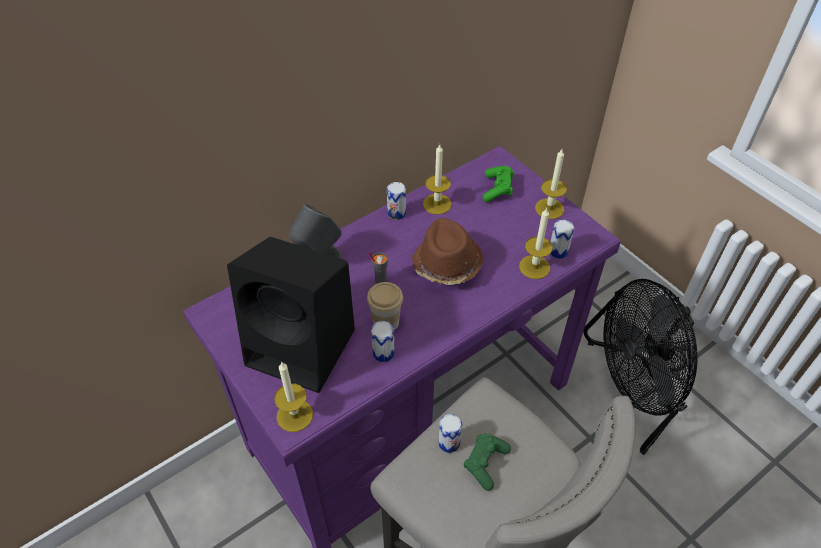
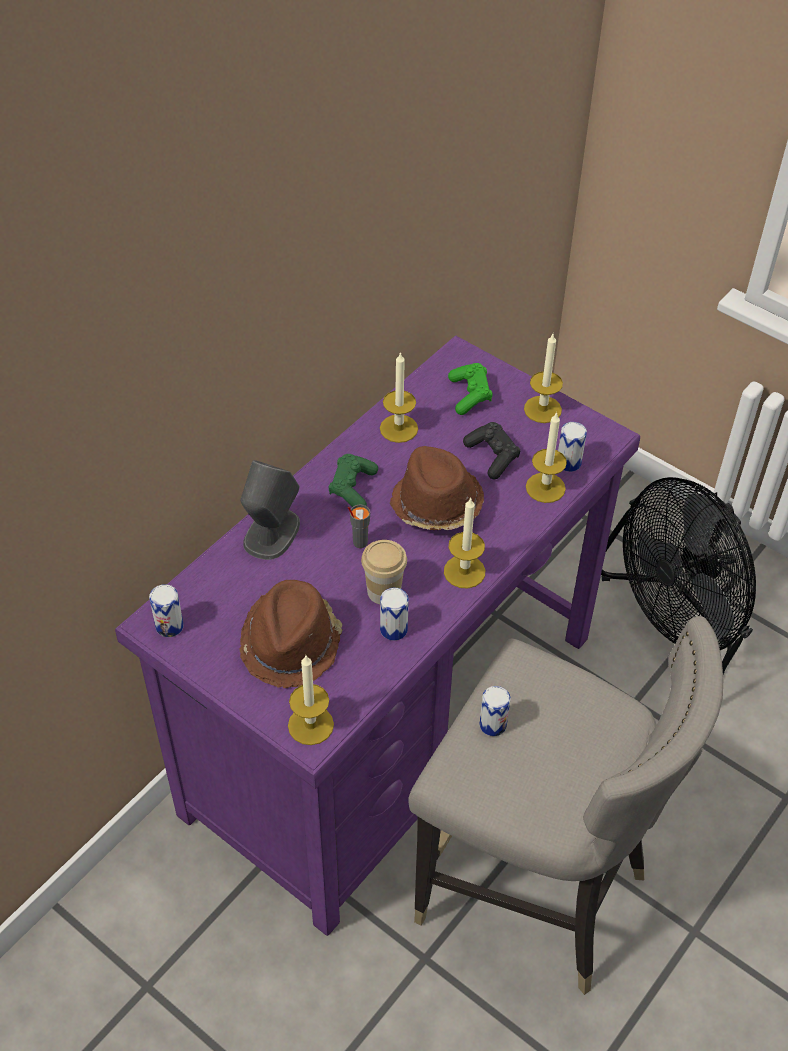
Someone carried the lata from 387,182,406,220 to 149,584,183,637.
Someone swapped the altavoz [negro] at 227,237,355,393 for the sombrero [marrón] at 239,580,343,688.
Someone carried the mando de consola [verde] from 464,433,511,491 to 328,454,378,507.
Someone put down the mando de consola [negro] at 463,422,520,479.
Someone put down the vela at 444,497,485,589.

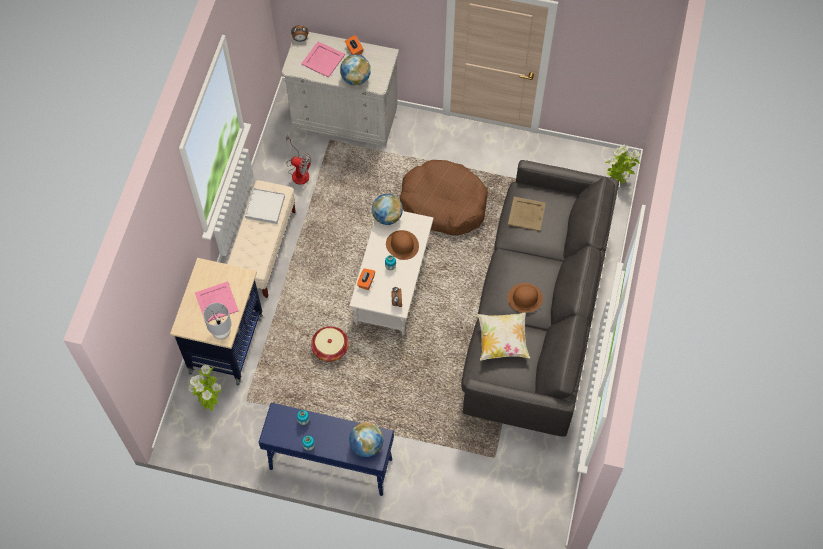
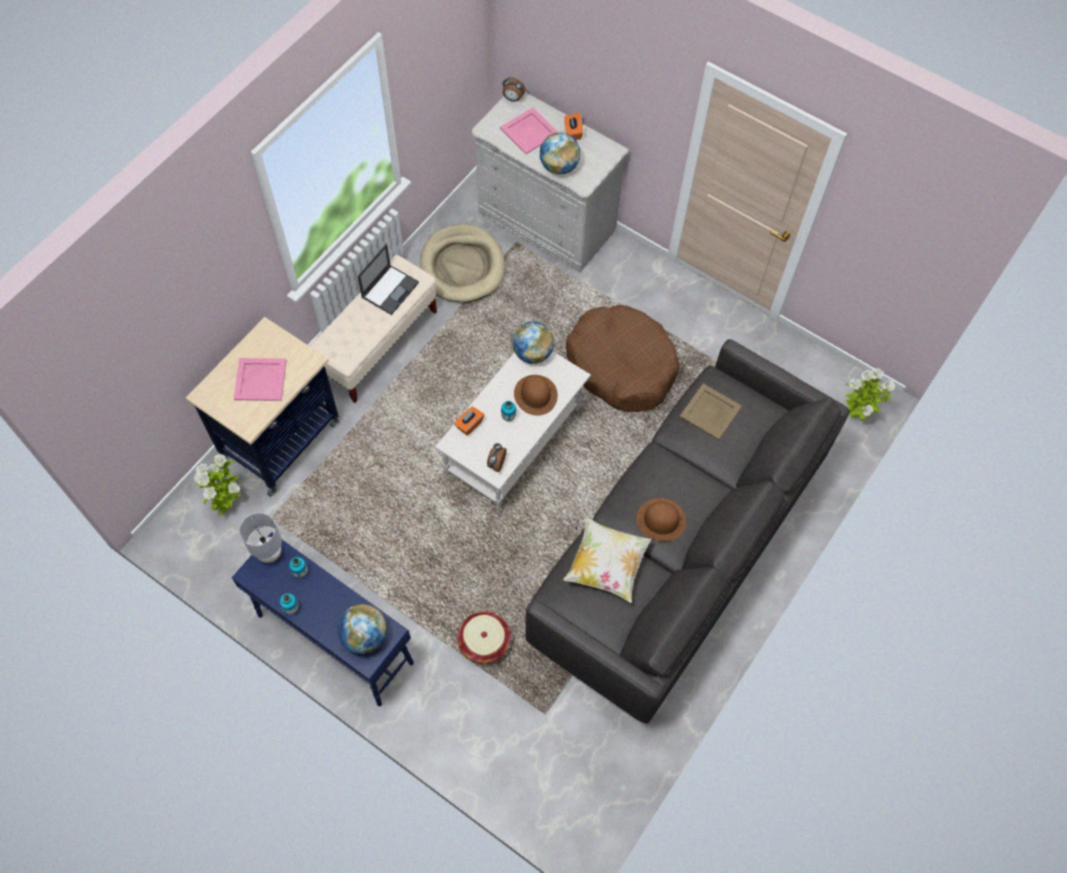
Someone swapped the ventilador at 286,134,311,185 for the cama para perro [beis] at 420,224,505,302.
Someone swapped the bandeja [blanco] at 245,188,285,224 for the portátil at 357,244,419,315.
Someone carried the lámpara de mesa [gris] from 203,303,232,340 to 239,513,282,563.
Someone carried the cesta from 311,326,349,362 to 458,611,511,664.

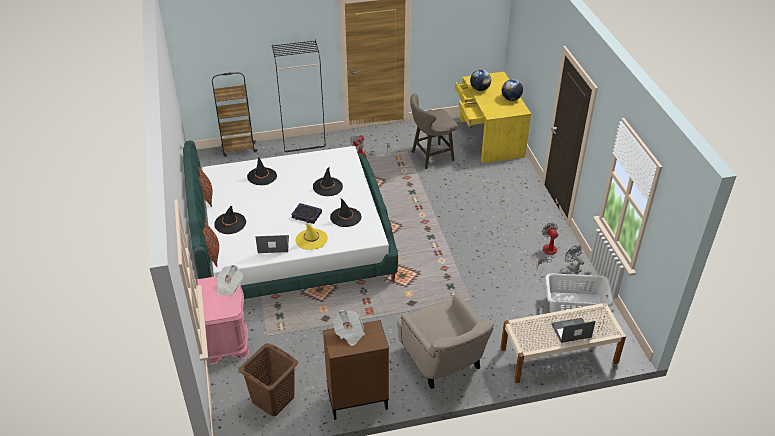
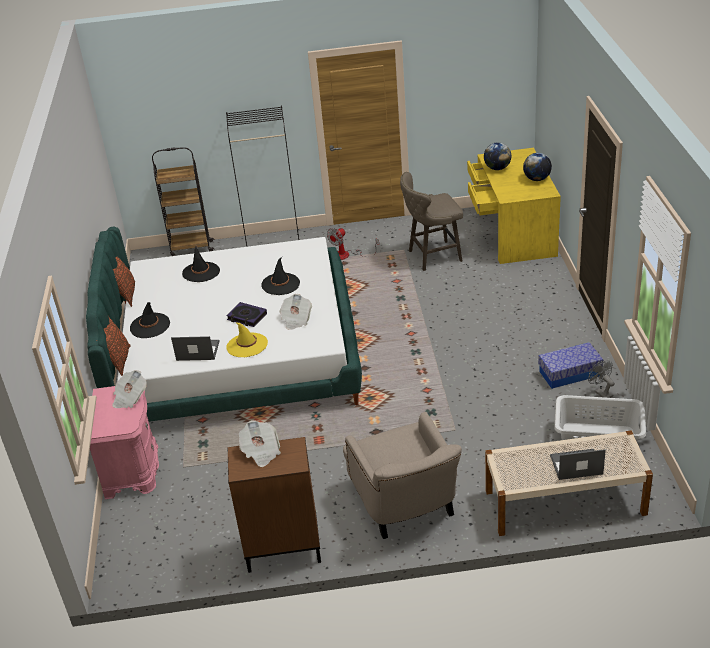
Someone swapped the sombrero [negro] at 330,197,362,227 for the periódico at 279,294,312,330.
Someone swapped the ventilador at 536,222,558,267 for the caja de almacenaje at 538,342,603,389.
Someone took away the cesto de la ropa [marrón] at 238,343,298,416.

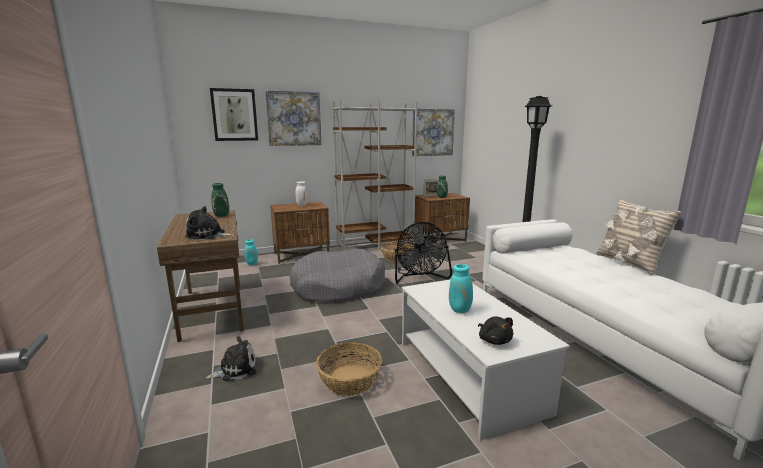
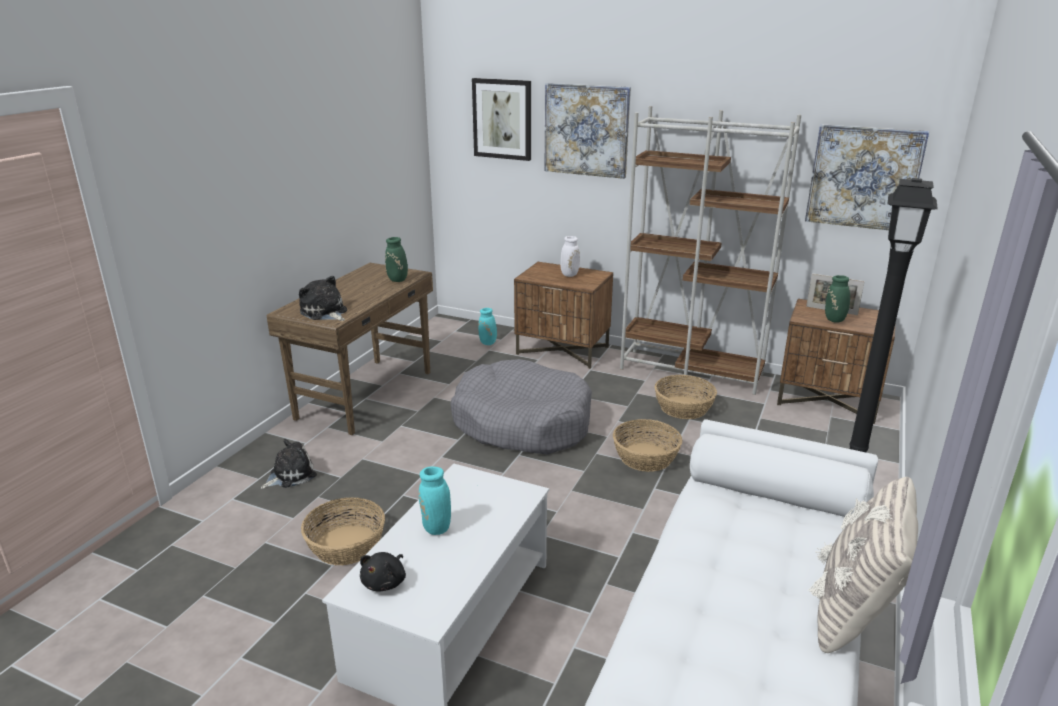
Someone swapped the ventilador [negro] at 395,222,452,285 for the cesta at 613,419,682,472.
Someone rotated the peluche at 205,336,256,381 by 60 degrees counterclockwise.

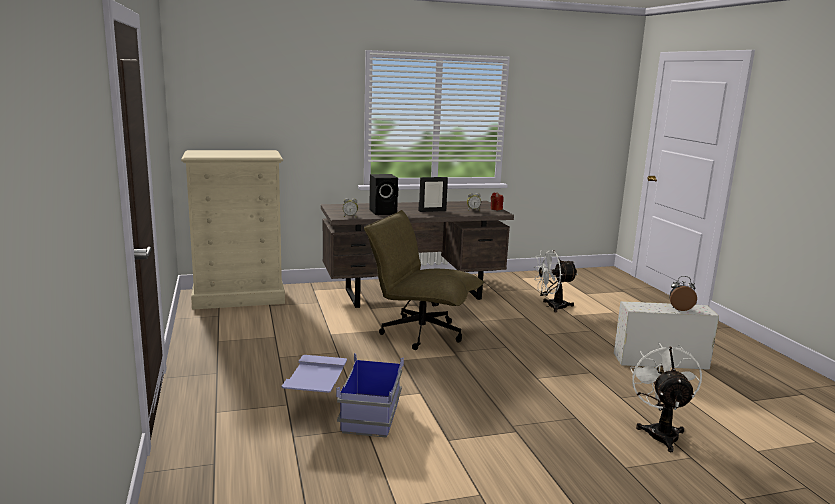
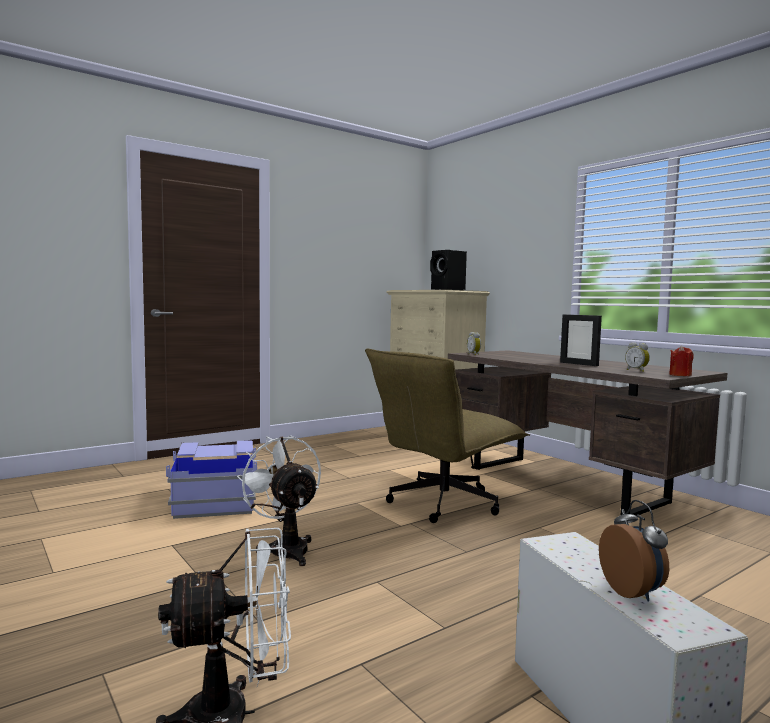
Someone carried the altavoz [negro] from 369,174,398,215 to 430,250,467,290.
Someone rotated the silla de oficina [beis] at 364,210,484,350 by 135 degrees counterclockwise.
Someone carried the ventilador [blanco] from 534,250,578,312 to 237,435,321,566.

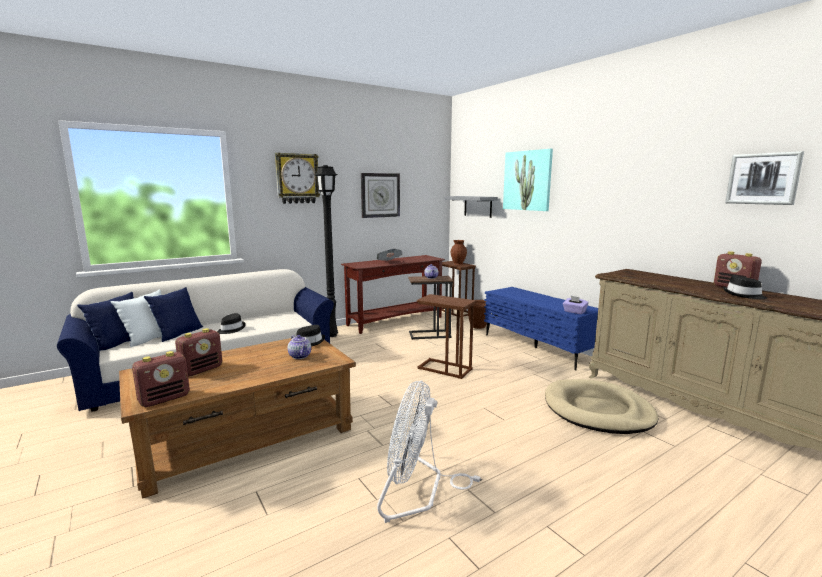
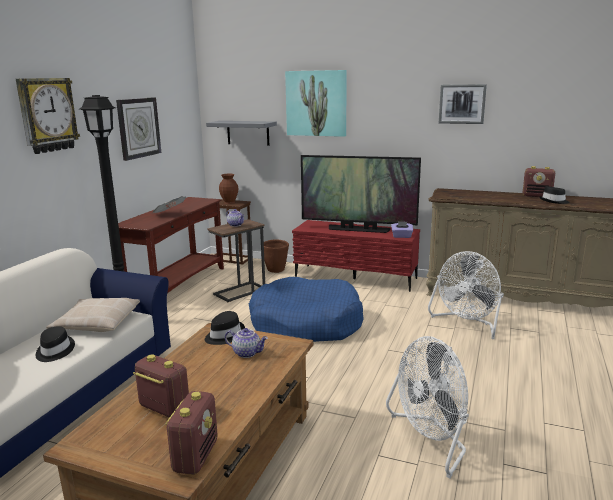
Someone carried the cuadro from 725,151,804,205 to 439,84,487,124.
Someone repainted the mueble de televisión [azul] at 484,287,598,370, which became the mueble de televisión [rojo] at 292,220,420,292.
Someone swapped the mesa auxiliar [marrón] at 417,294,476,379 for the cama para perro [azul] at 249,277,364,342.
Someone rotated the radio at 175,328,222,376 by 60 degrees counterclockwise.
Someone swapped the cama para perro [beis] at 545,379,658,434 for the ventilador [blanco] at 428,251,504,339.
Someone put down the televisor at 301,155,421,233.
Someone put down the cojín [beis] at 46,298,140,332.

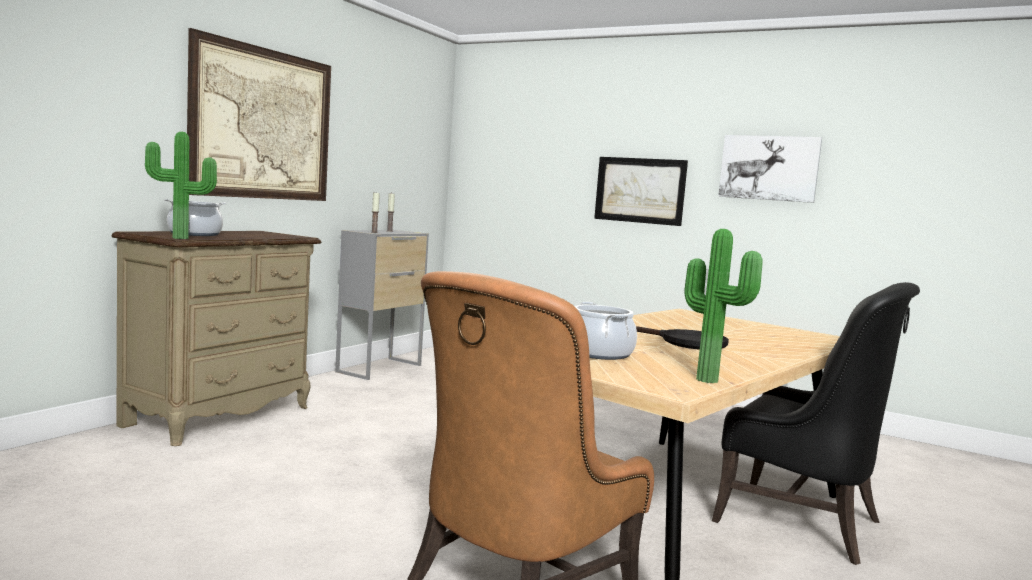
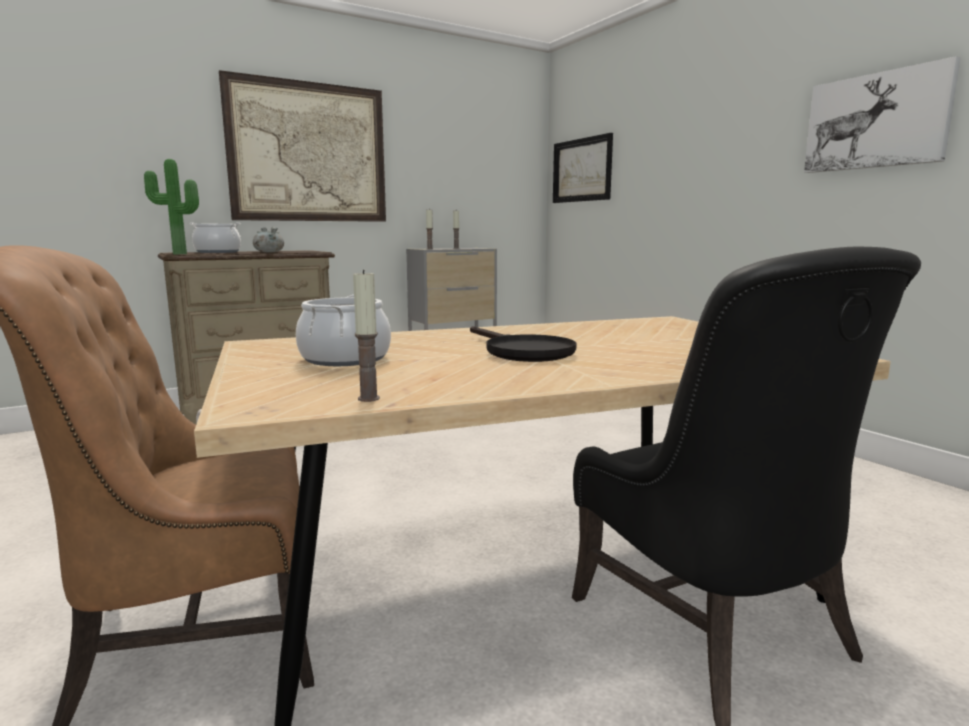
Someone carried the cuadro from 594,157,688,226 to 553,133,613,203.
Someone swapped the planta en maceta at 684,229,762,383 for the vela at 353,270,380,402.
Someone put down the olla [gris] at 253,227,284,252.

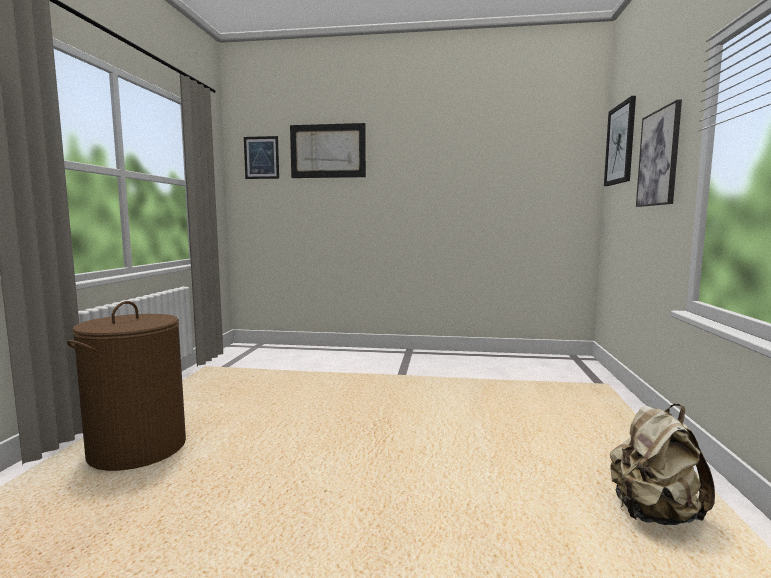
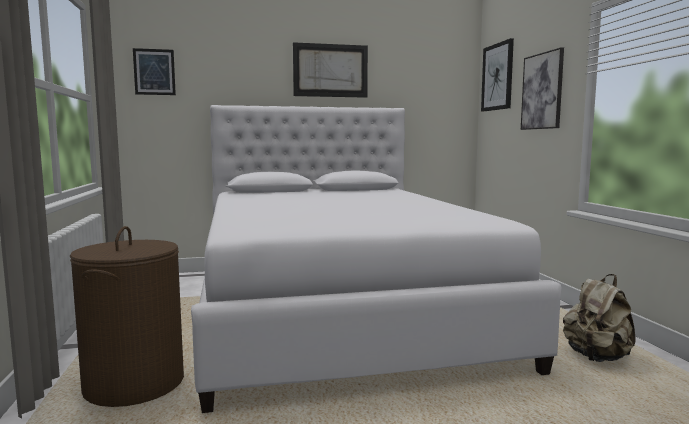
Someone carried the cuadro from 290,123,366,178 to 293,42,368,98.
Someone put down the cama [blanco] at 191,105,562,413.

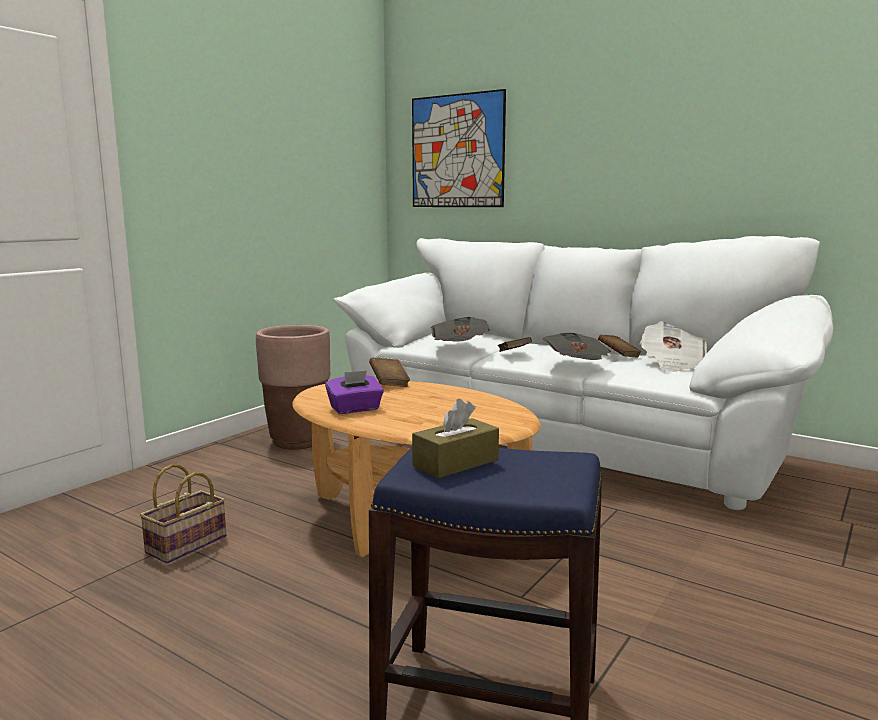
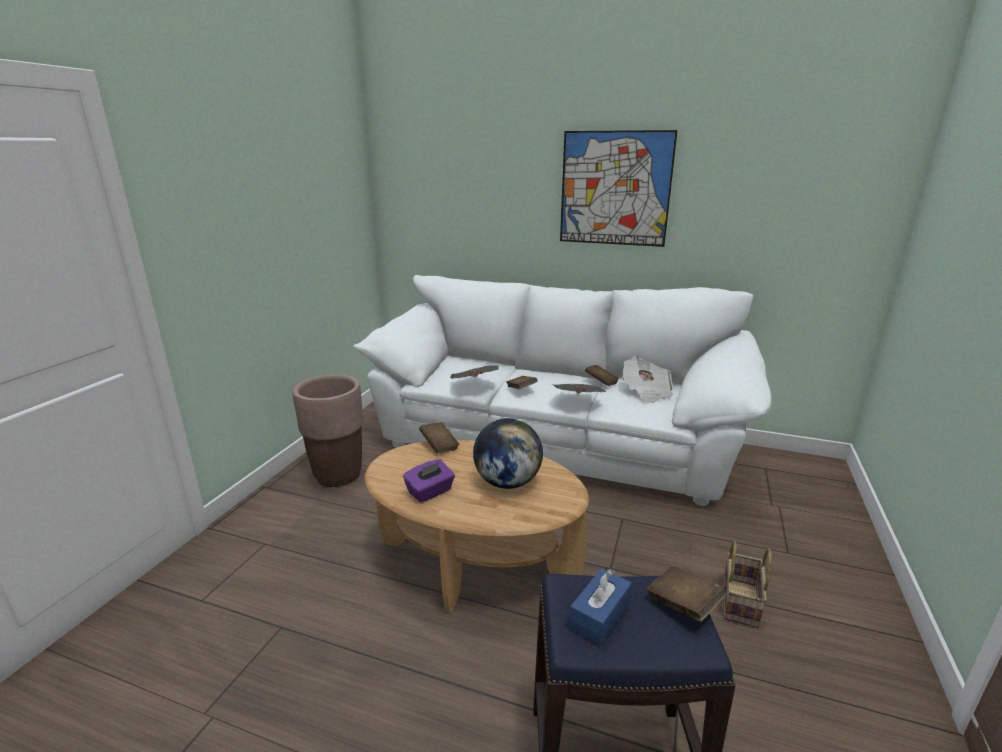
Someone carried the cuadro from 412,89,506,207 to 560,130,678,247.
Someone repainted the caja de pañuelos [marrón] at 412,398,499,479, which became the caja de pañuelos [azul] at 569,568,632,646.
Someone carried the cesta from 140,464,226,564 to 724,541,772,628.
Someone put down the globo terráqueo at 473,418,543,489.
Someone put down the libro [marrón] at 646,566,727,622.

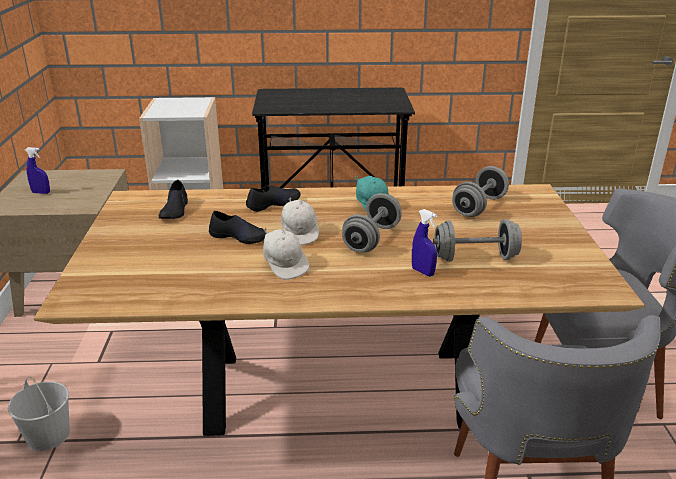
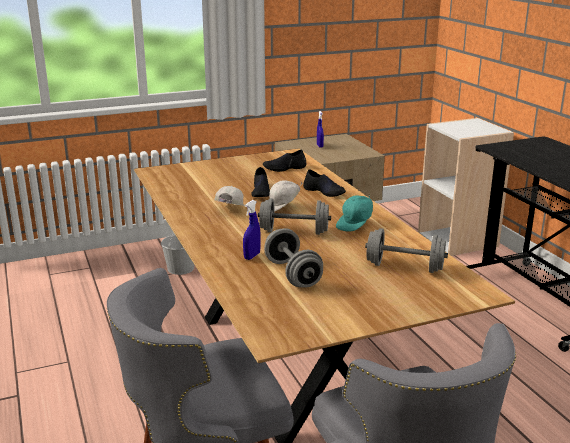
Someone rotated the gorra [blanco] at 263,228,309,280 by 150 degrees clockwise.

